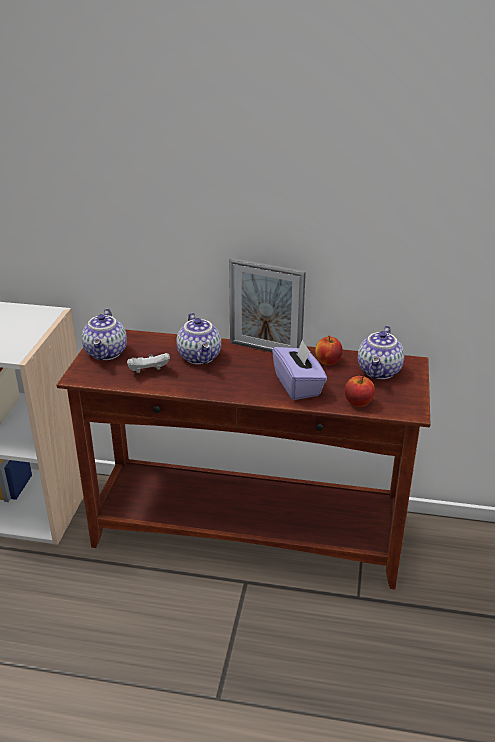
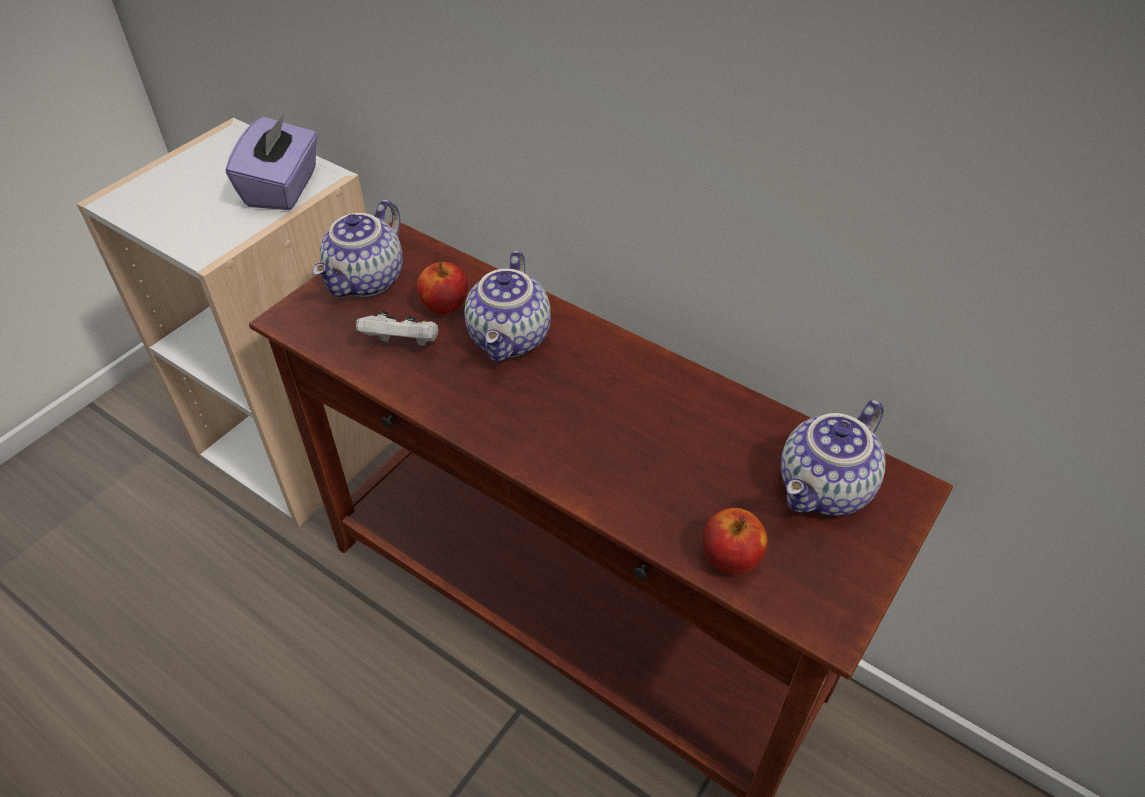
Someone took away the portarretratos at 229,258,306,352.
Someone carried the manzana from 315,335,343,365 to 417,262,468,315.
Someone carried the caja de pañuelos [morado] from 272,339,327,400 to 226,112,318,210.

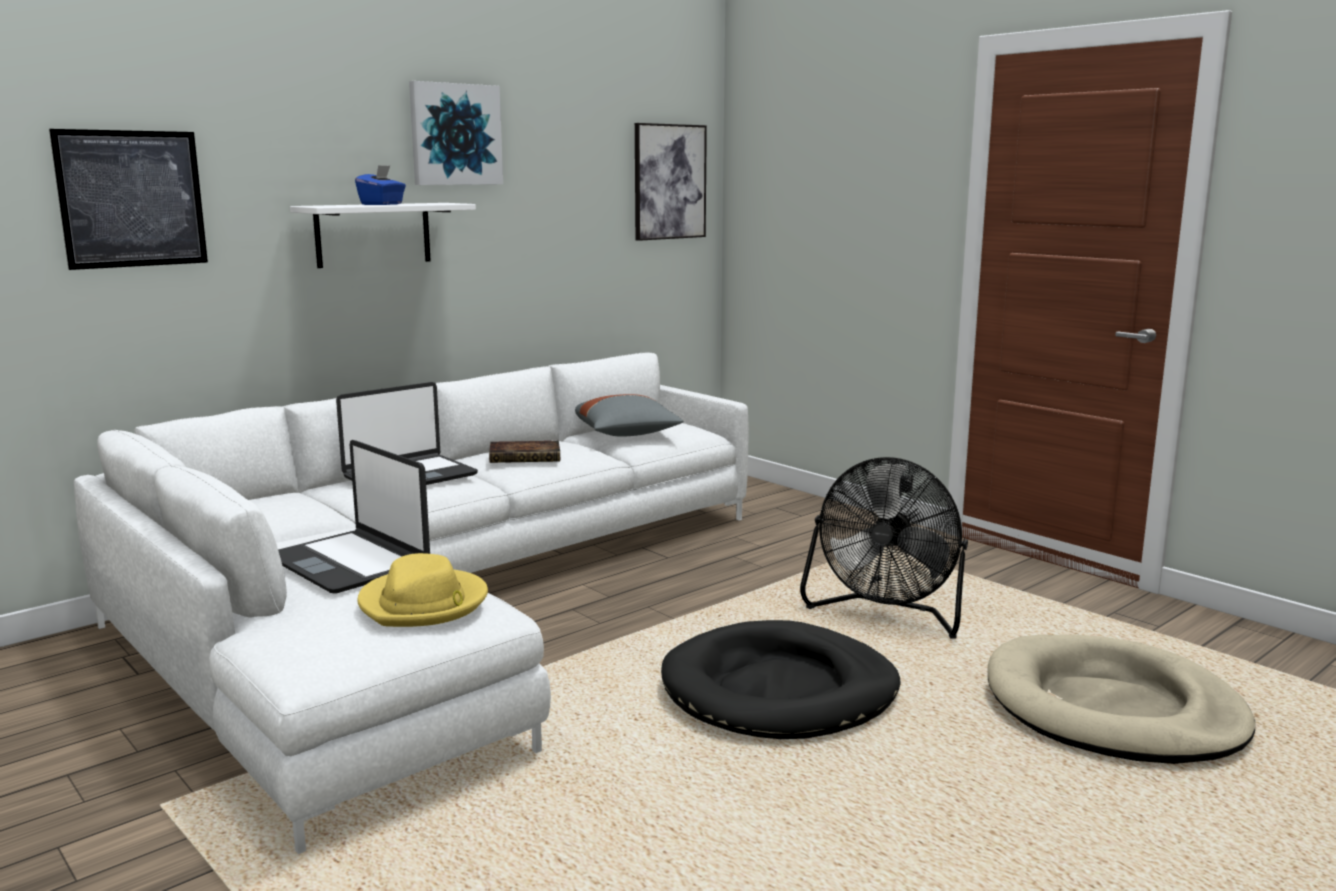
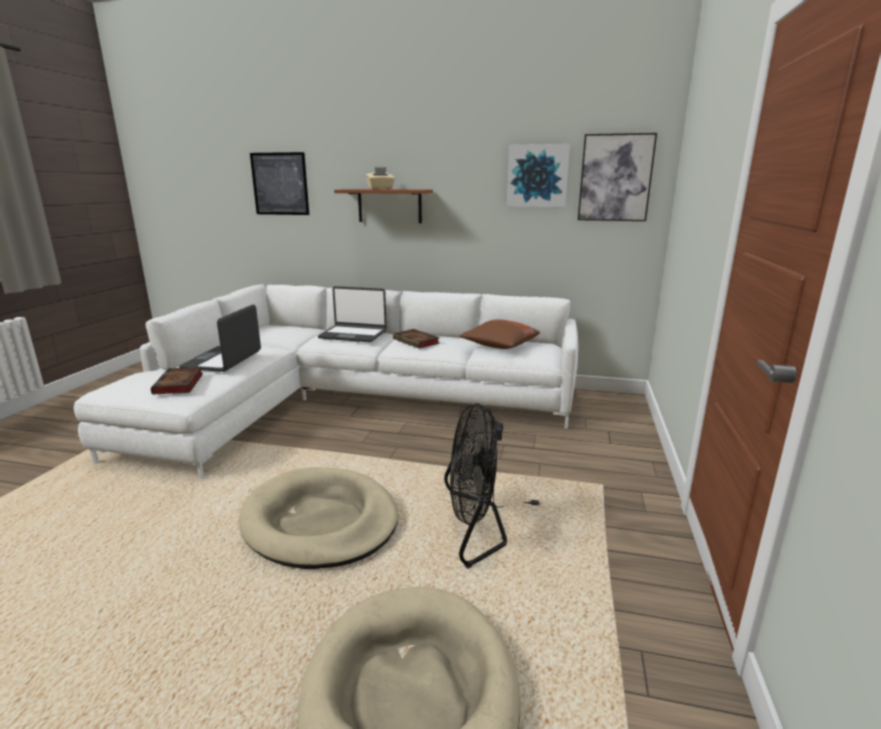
Someone carried the cuadro from 409,81,503,185 to 507,144,570,207.
Someone repainted the caja de pañuelos [azul] at 355,165,406,205, which became the caja de pañuelos [beis] at 366,167,395,189.
Someone repainted the estante [blanco] at 290,203,476,268, which became the estante [marrón] at 334,189,433,223.
Someone repainted the cojín [gris] at 575,394,683,437, which became the cojín [marrón] at 460,319,540,349.
Someone swapped the sombrero [amarillo] at 357,553,488,627 for the libro at 151,367,203,394.
Someone repainted the cama para perro [negro] at 661,620,900,739, which became the cama para perro [beis] at 239,467,398,569.

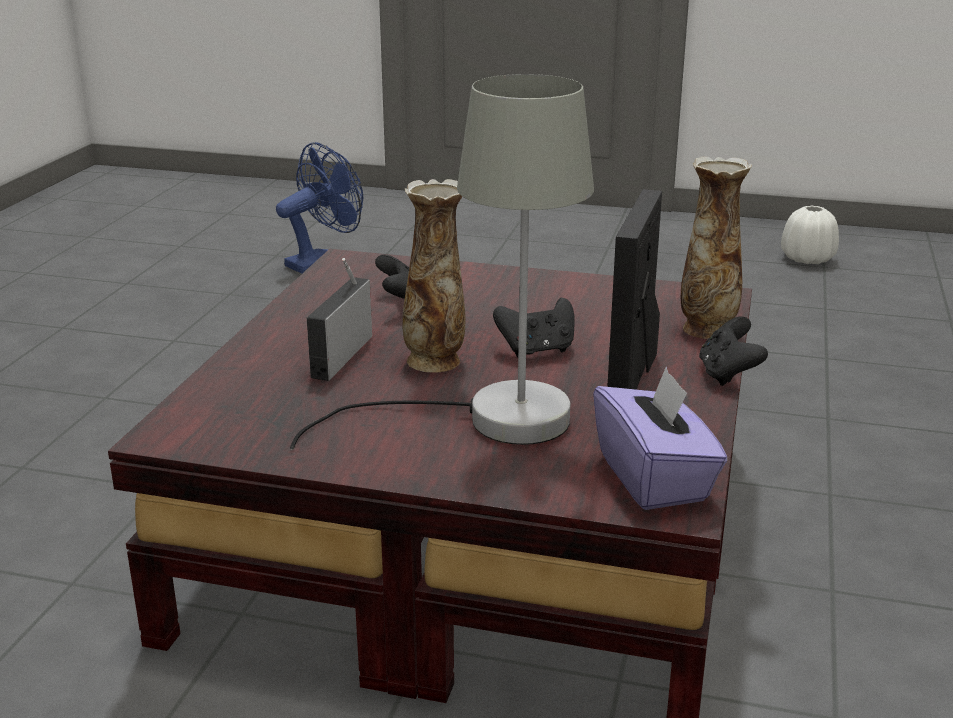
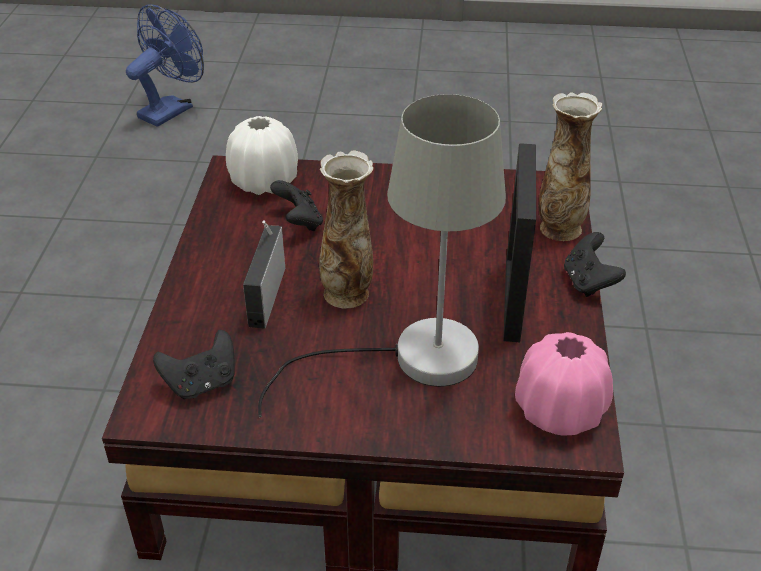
Someone carried the florero [blanco] from 781,205,839,264 to 226,116,298,195.
Someone carried the mando de consola [negro] from 493,298,575,357 to 153,330,235,399.
Someone swapped the caja de pañuelos [morado] at 593,367,727,510 for the florero [rosa] at 515,332,613,435.

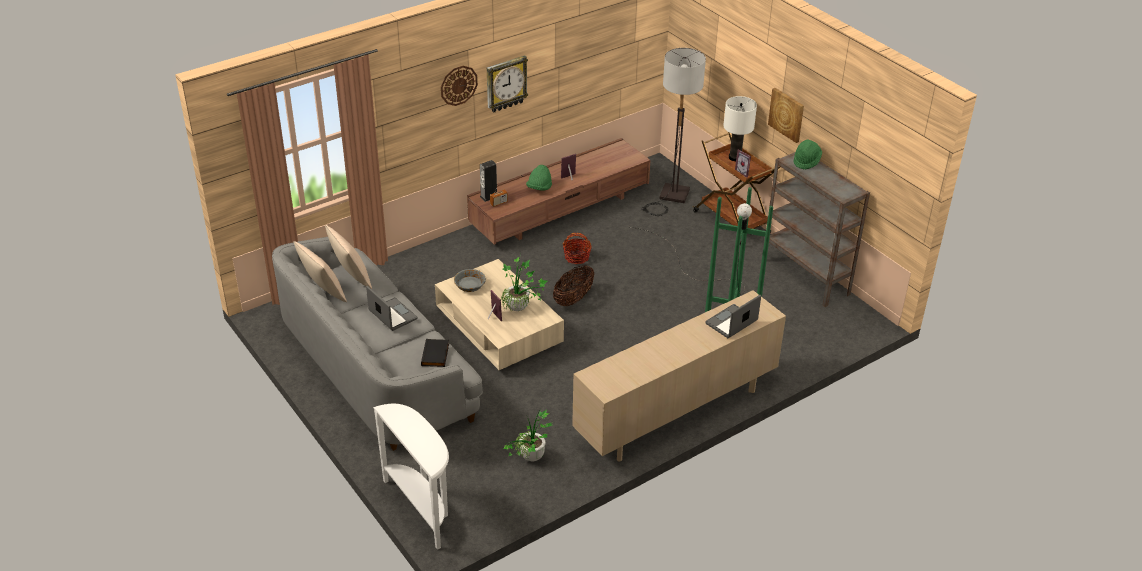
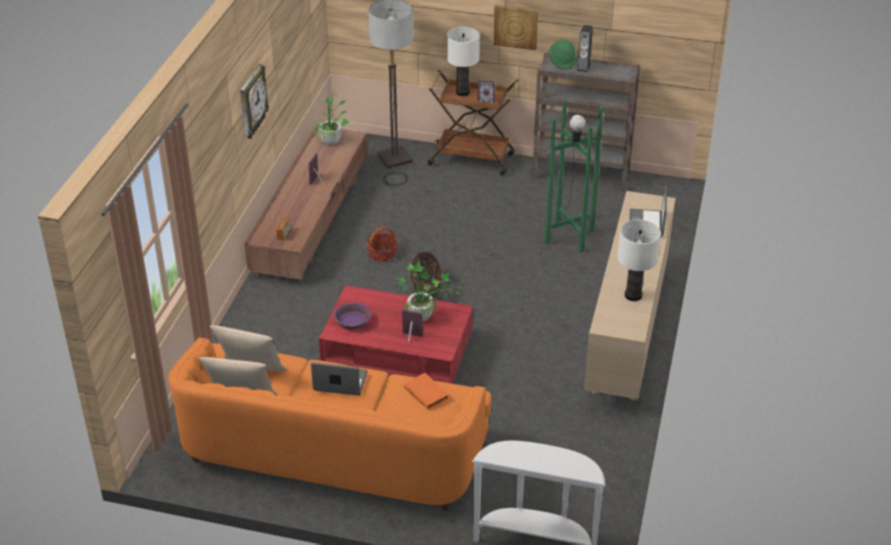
Someone took away the reloj de pared at 441,66,478,106.
Someone carried the altavoz from 480,160,497,202 to 577,25,593,73.
Someone took away the sombrero [verde] at 526,165,552,190.
Someone repainted the sofá [gris] at 272,237,483,451, which became the sofá [naranja] at 168,337,492,511.
Someone repainted the mesa de centro [beis] at 435,259,564,370, which became the mesa de centro [rojo] at 319,285,473,384.
Someone repainted the cuenco [gris] at 454,269,486,292, which became the cuenco [morado] at 334,303,371,330.
Someone repainted the libro [negro] at 421,339,449,367, which became the libro [naranja] at 404,373,449,410.
Someone carried the planta en maceta from 503,410,552,461 to 313,92,349,145.
Someone put down the lámpara de mesa [blanco] at 617,220,661,301.

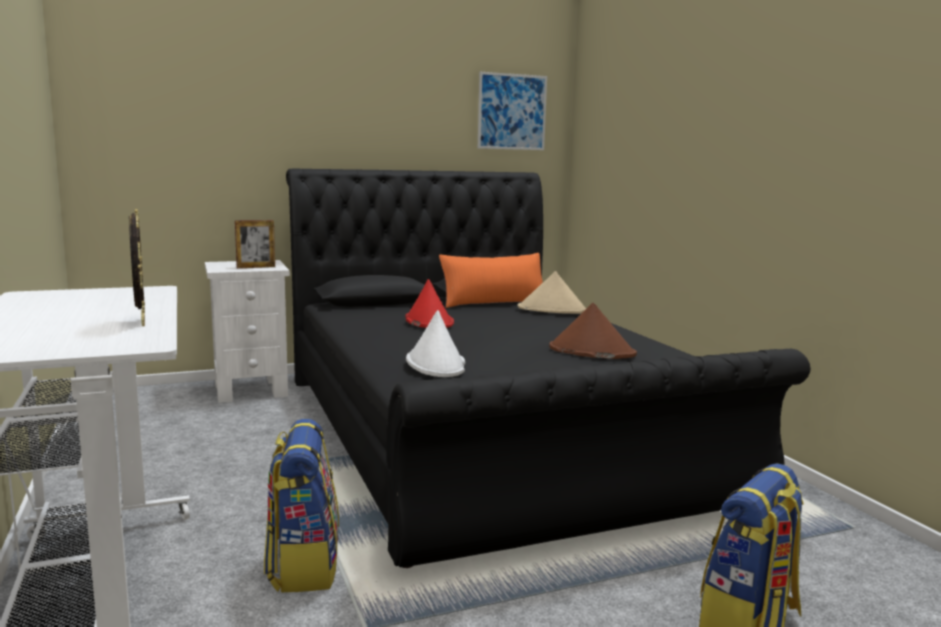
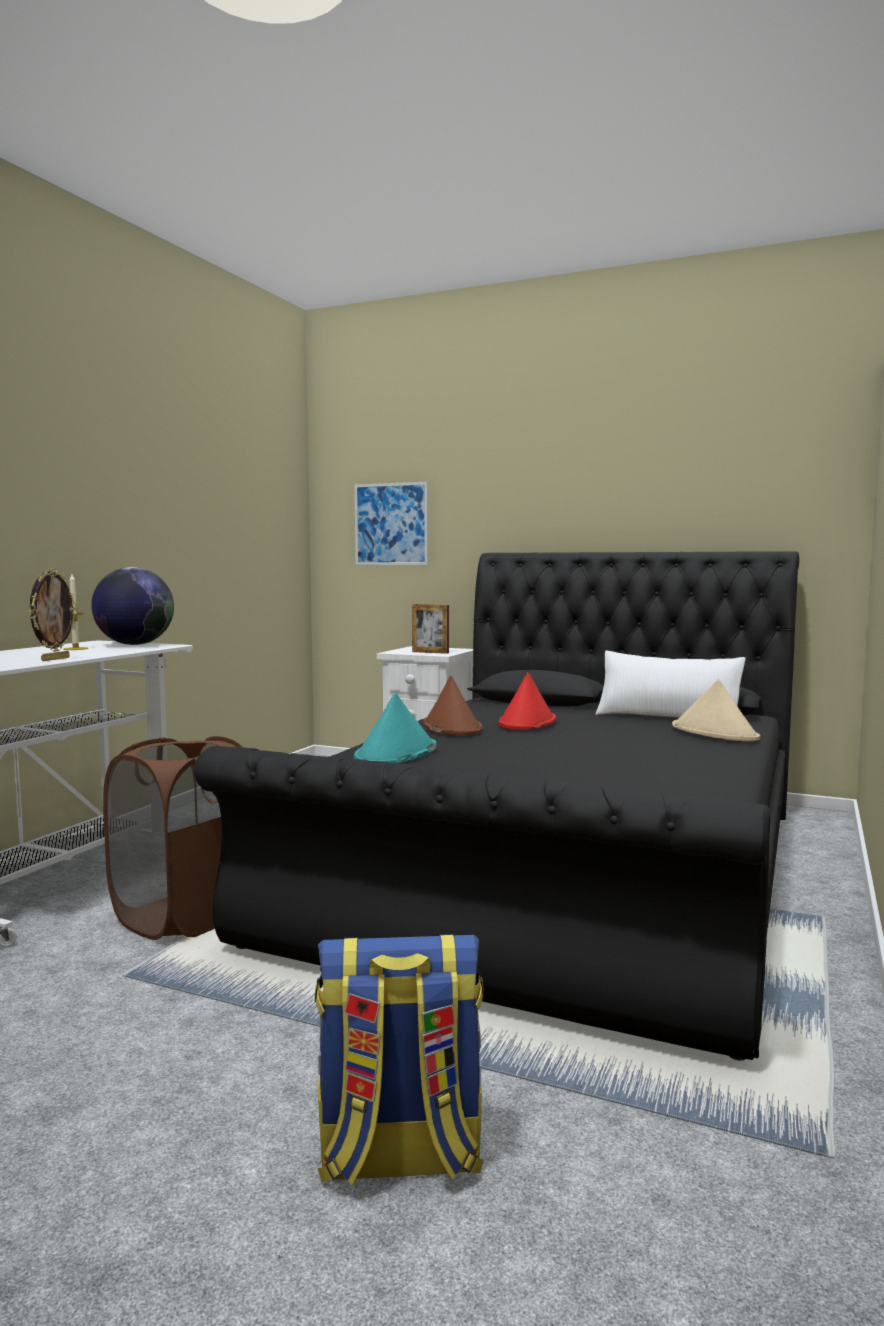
Someone carried the cuadro from 478,72,547,150 to 355,482,428,565.
Someone repainted the cojín [naranja] at 439,253,543,308, which became the cojín [blanco] at 595,651,746,718.
Someone carried the sombrero [marrón] from 549,303,637,359 to 423,675,483,735.
Someone repainted the sombrero [blanco] at 406,310,465,377, which became the sombrero [turquesa] at 354,693,436,764.
Someone swapped the mochila at 264,419,339,592 for the cesto de la ropa [marrón] at 103,736,242,940.
Someone put down the globo terráqueo at 91,567,174,645.
Someone put down the vela at 63,574,88,650.

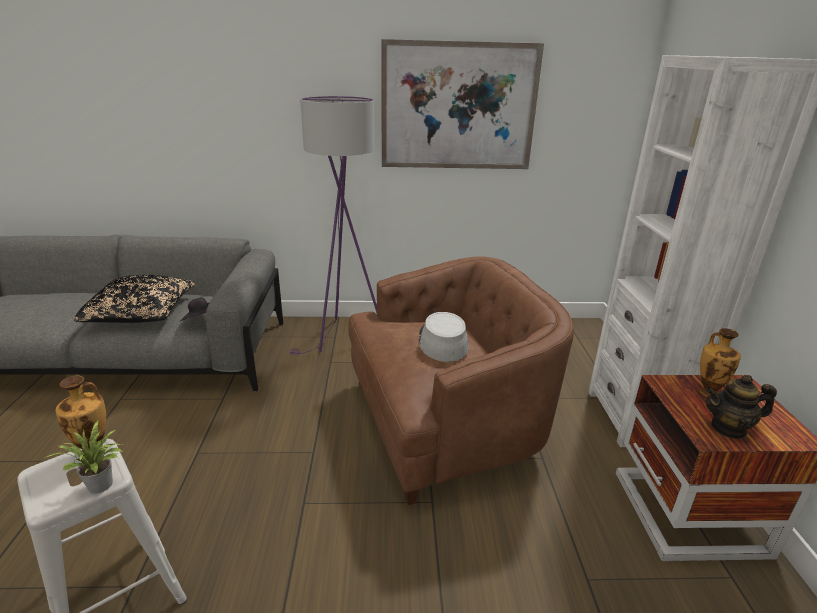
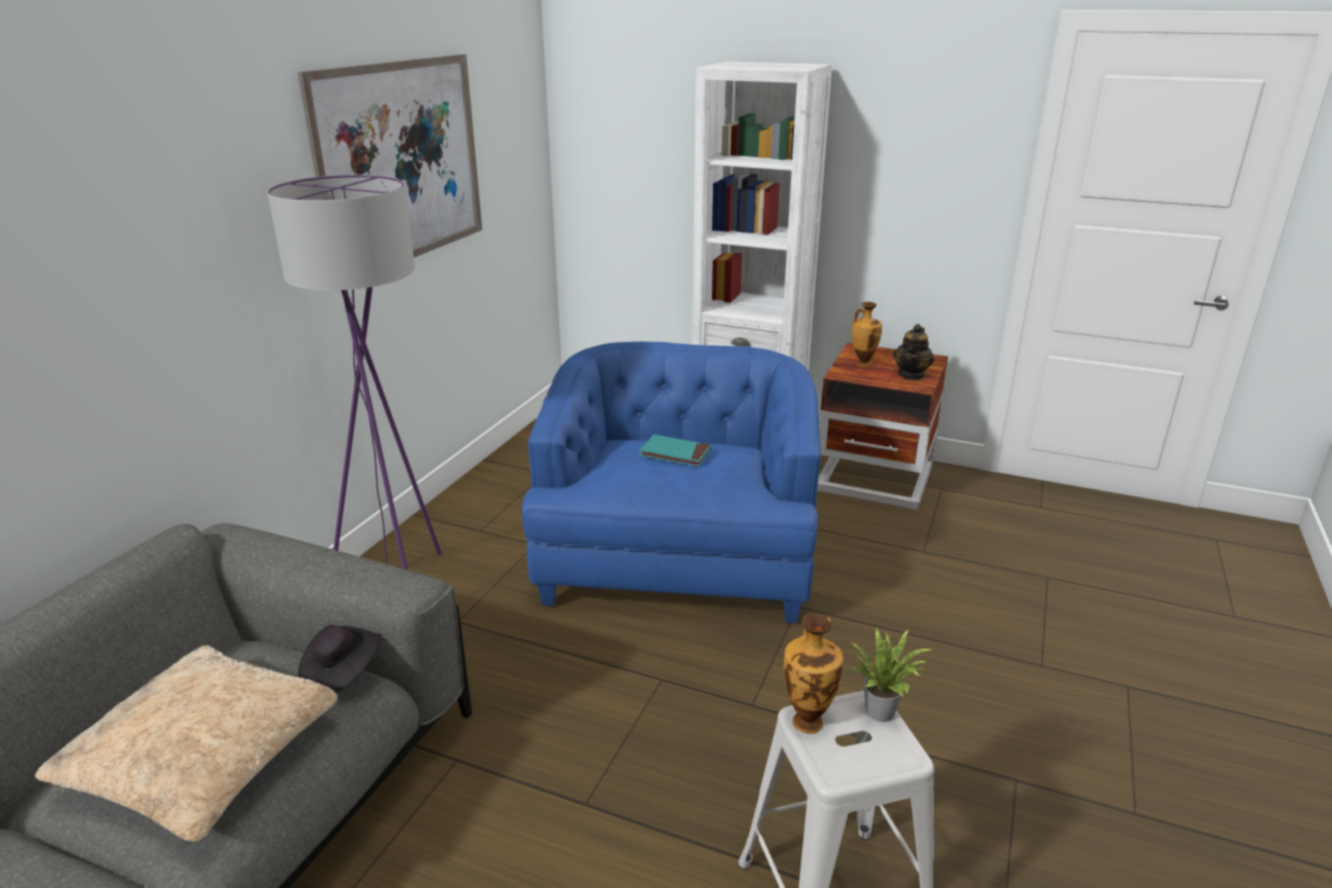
Someone repainted the sillón [marrón] at 348,256,574,505, which became the sillón [azul] at 522,341,821,623.
Someone repainted the cojín [negro] at 74,275,195,323, which became the cojín [beis] at 35,645,338,843.
Someone swapped the sombrero [gris] at 419,312,469,362 for the libro [turquesa] at 639,434,712,467.

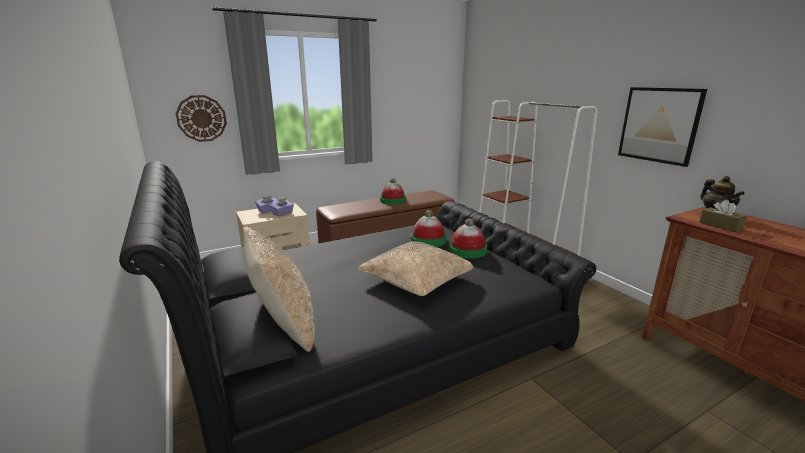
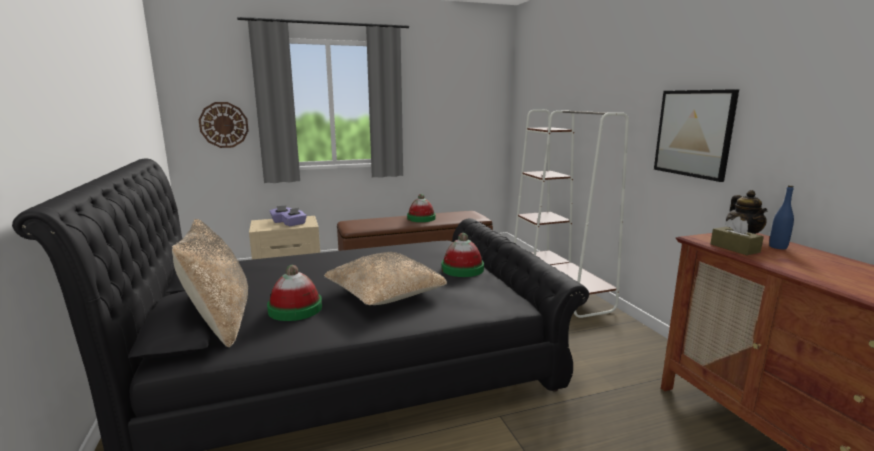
Someone carried the sombrero from 411,210,447,247 to 267,265,322,321.
Someone put down the botella [azul] at 769,185,794,249.

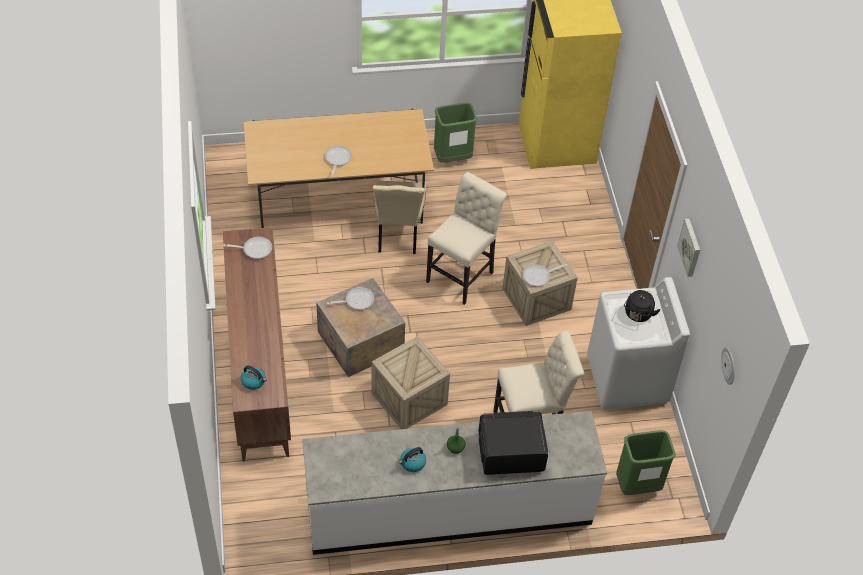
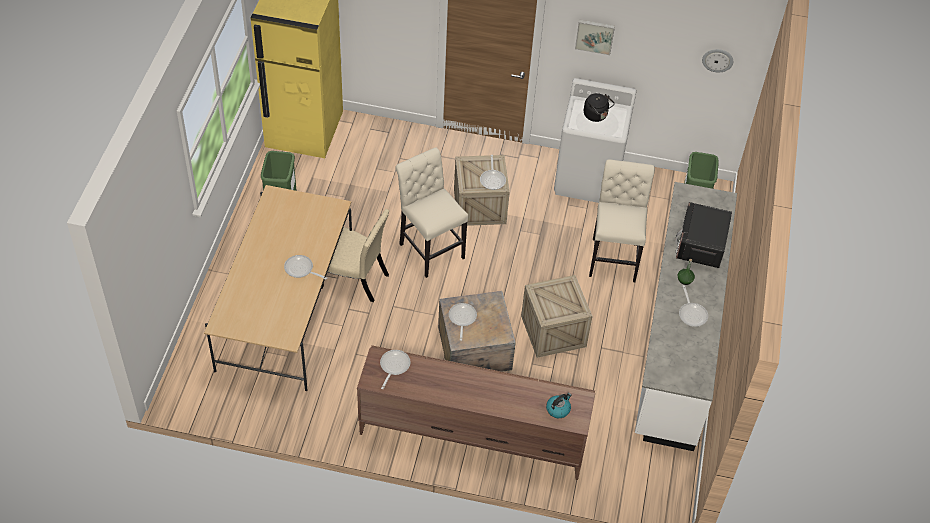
Someone swapped the hervidor at 399,447,426,472 for the sartén at 679,285,708,327.

